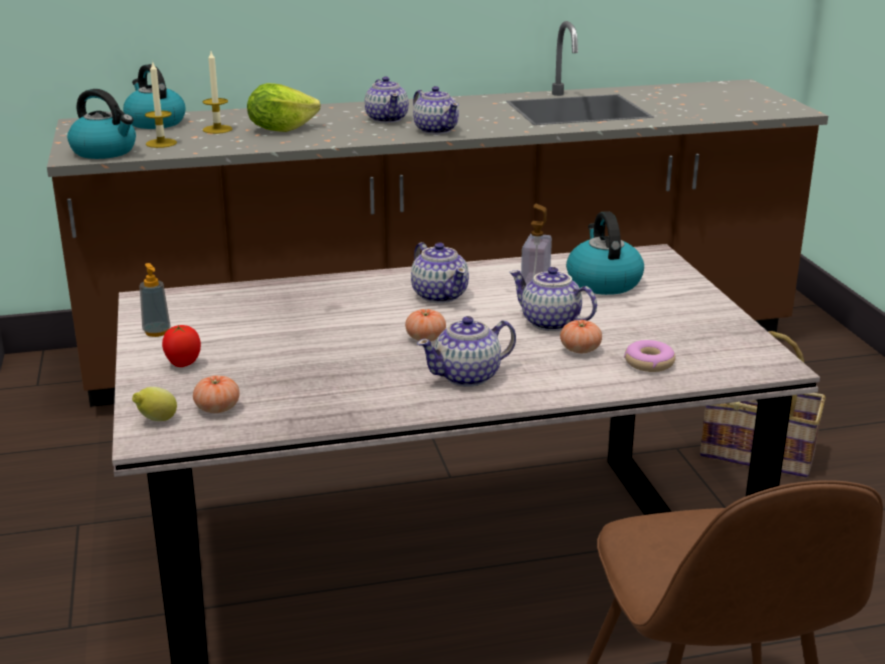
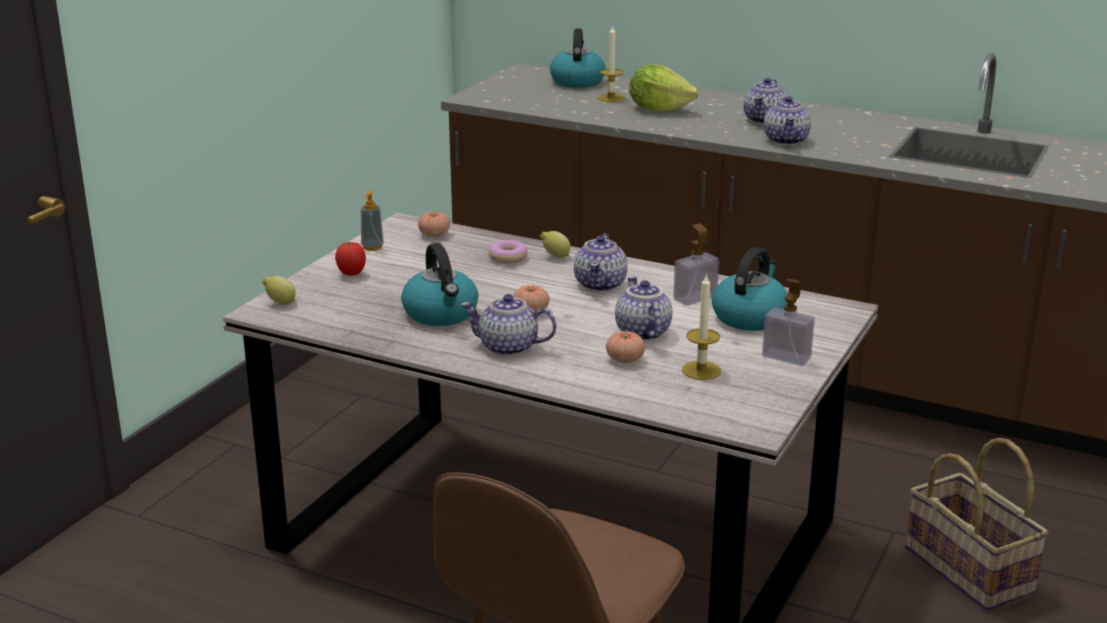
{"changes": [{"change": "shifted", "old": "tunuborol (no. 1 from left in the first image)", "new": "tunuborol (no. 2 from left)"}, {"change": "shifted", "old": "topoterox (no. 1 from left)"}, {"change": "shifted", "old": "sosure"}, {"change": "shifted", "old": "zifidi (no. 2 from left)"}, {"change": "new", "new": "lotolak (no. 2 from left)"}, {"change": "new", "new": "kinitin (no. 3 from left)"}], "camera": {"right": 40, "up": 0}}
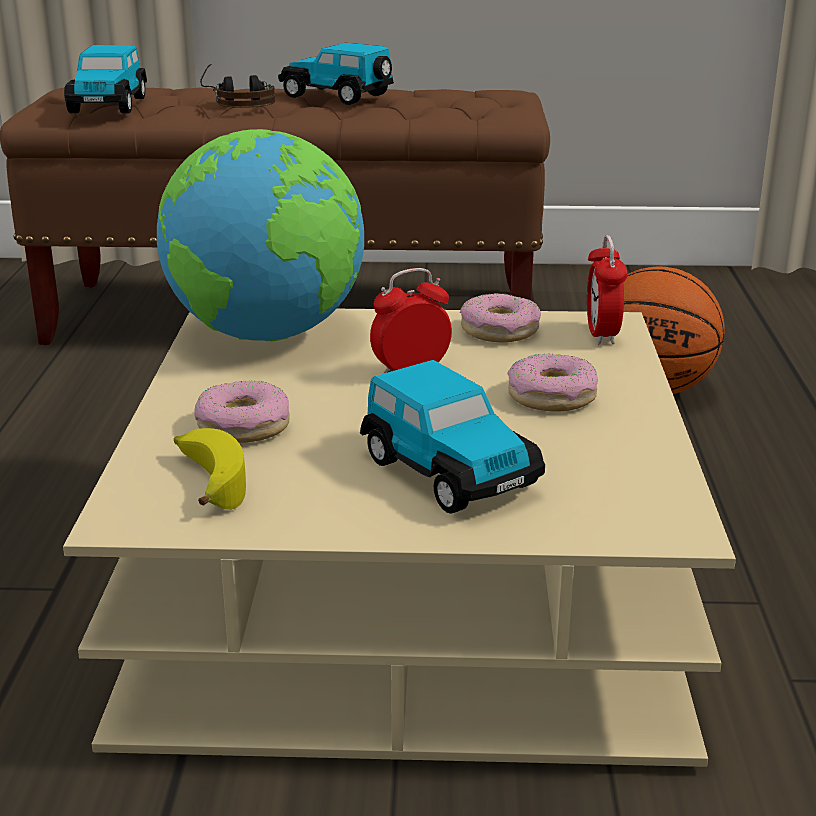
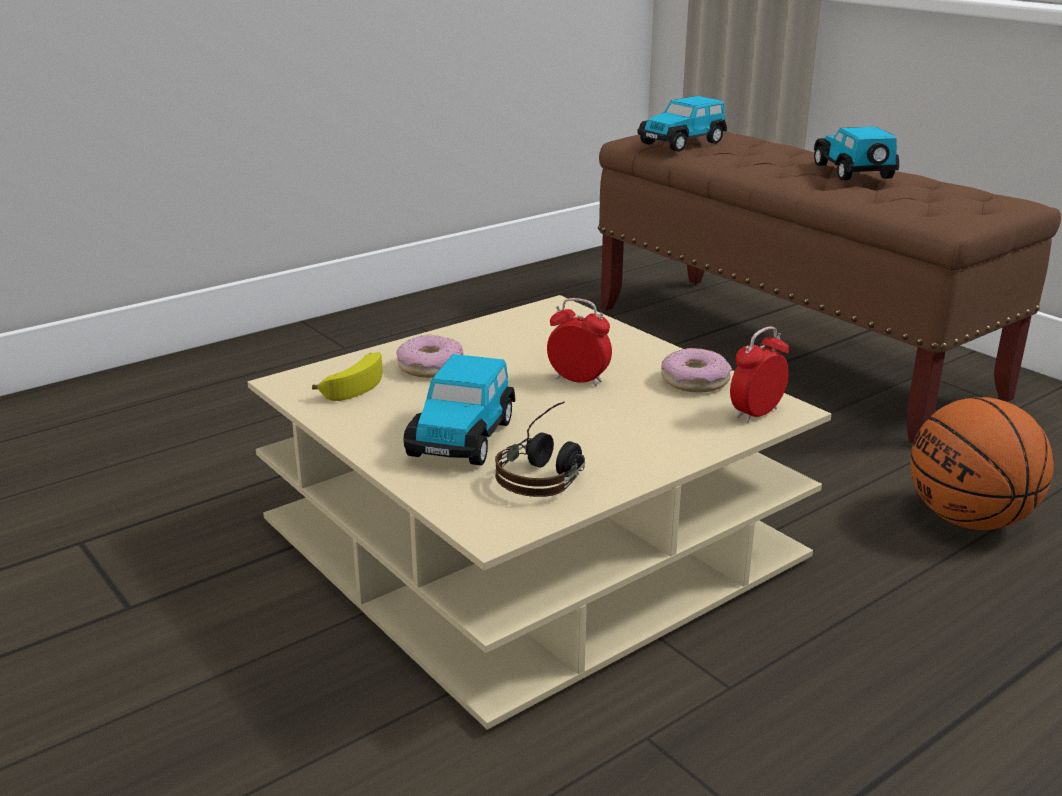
{"changes": [{"change": "shifted", "old": "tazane"}, {"change": "gone", "old": "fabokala"}, {"change": "gone", "old": "sosure (no. 3 from left)"}], "camera": {"right": 50, "up": 0}}
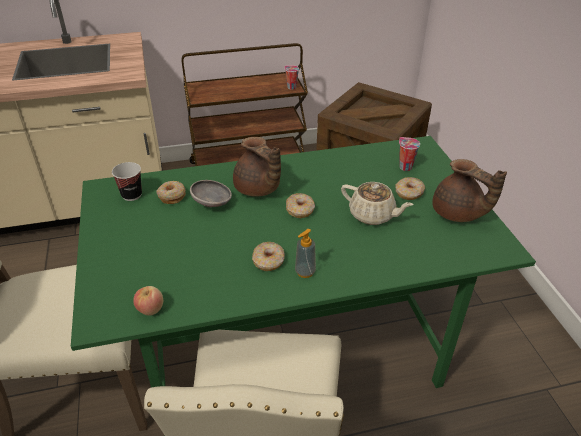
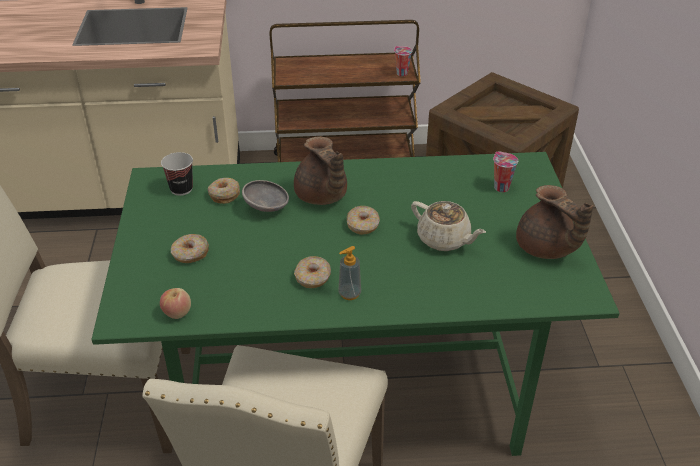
{"changes": [{"change": "shifted", "old": "sosure (no. 4 from left in the first image)", "new": "sosure (no. 1 from left)"}], "camera": {"right": 10, "up": 0}}
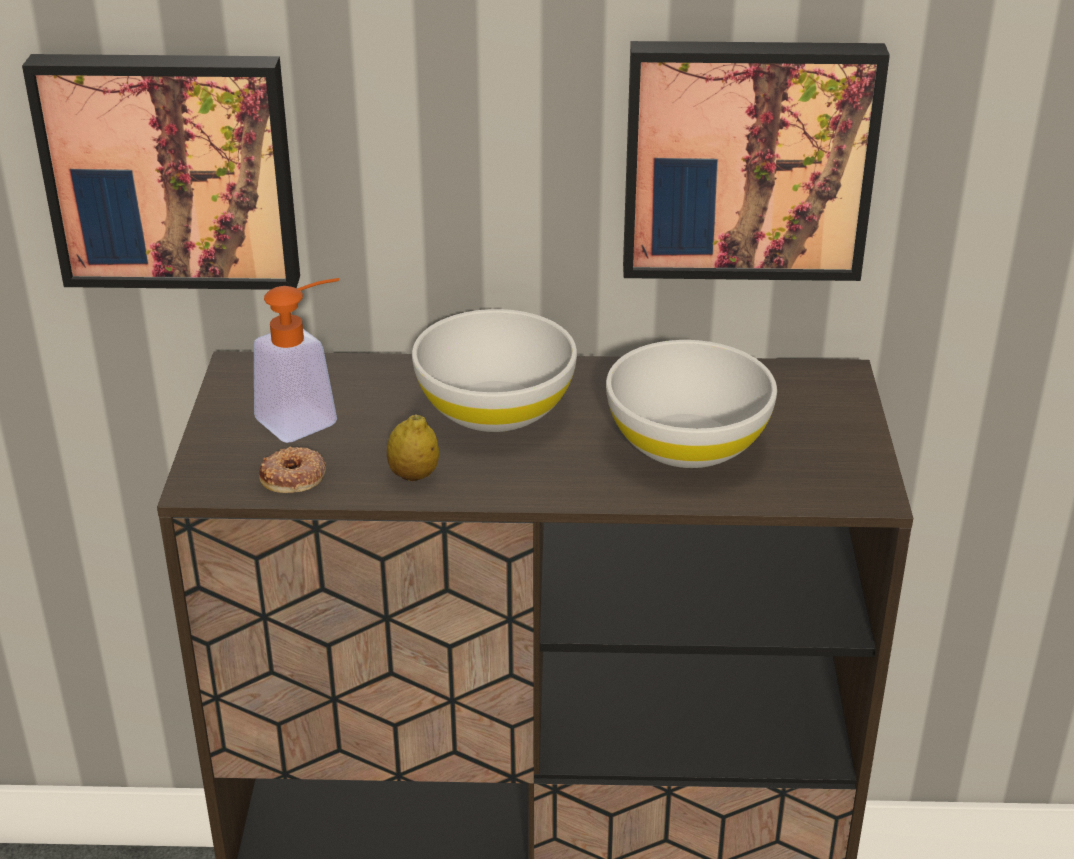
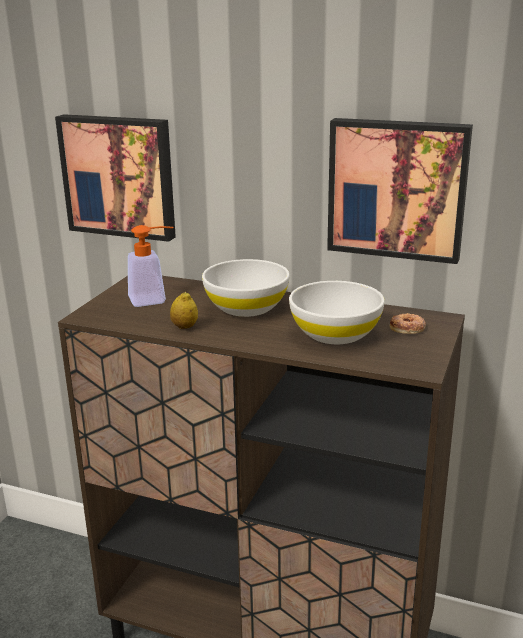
{"changes": [{"change": "shifted", "old": "sosure"}], "camera": {"right": 20, "up": -10}}
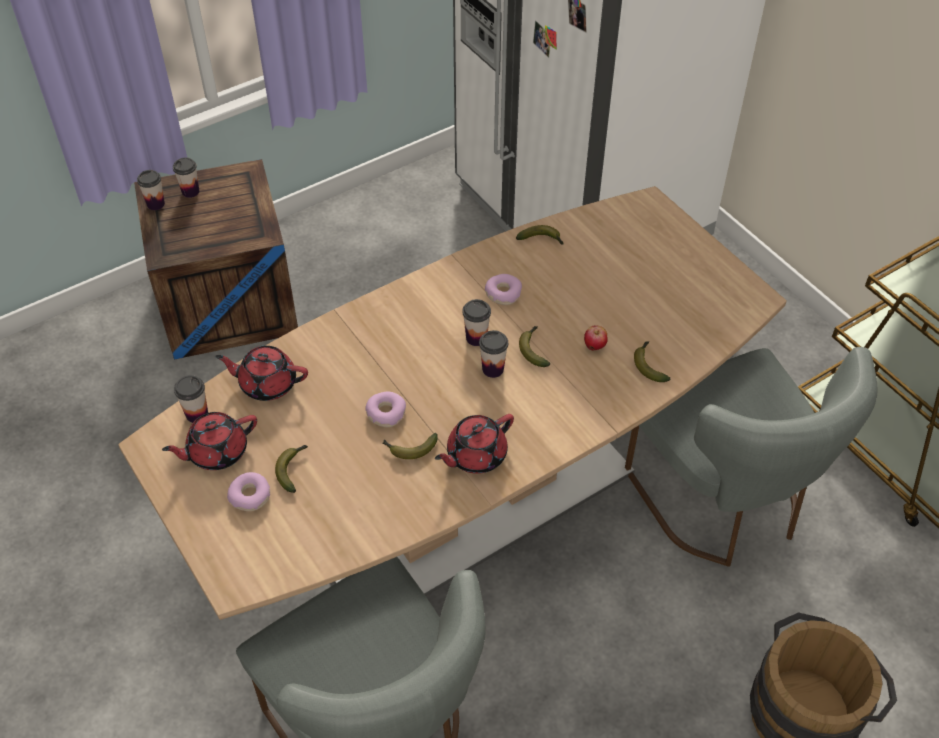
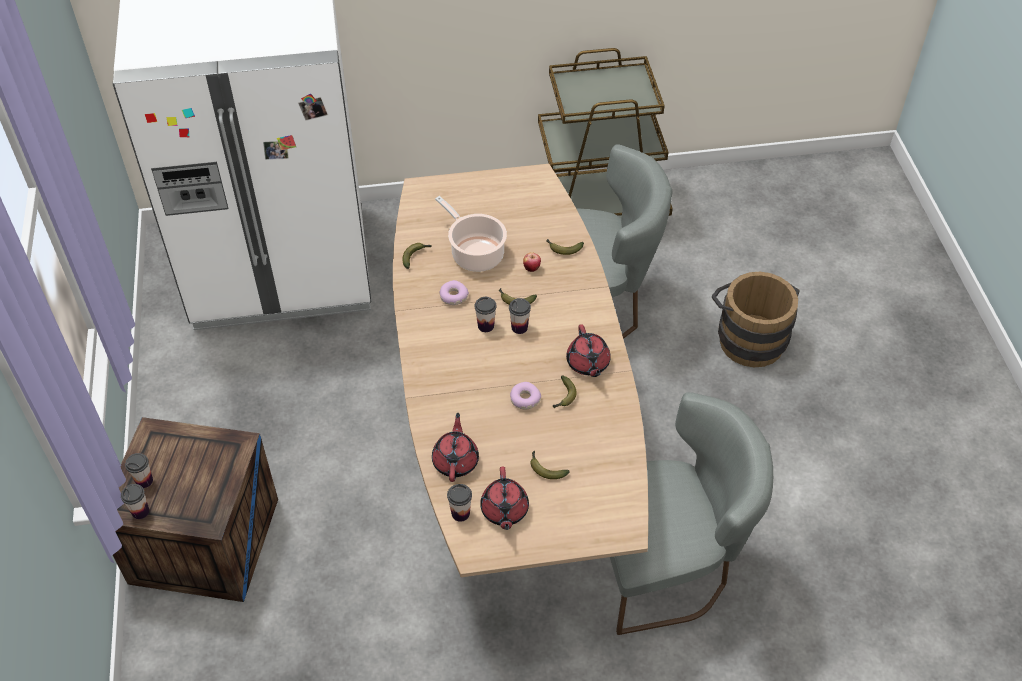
{"changes": [{"change": "rotated", "old": "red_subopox (no. 2 from left in the first image)", "degrees": 150}, {"change": "gone", "old": "sosure (no. 1 from left)"}, {"change": "new", "new": "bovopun"}], "camera": {"right": -65, "up": 0}}
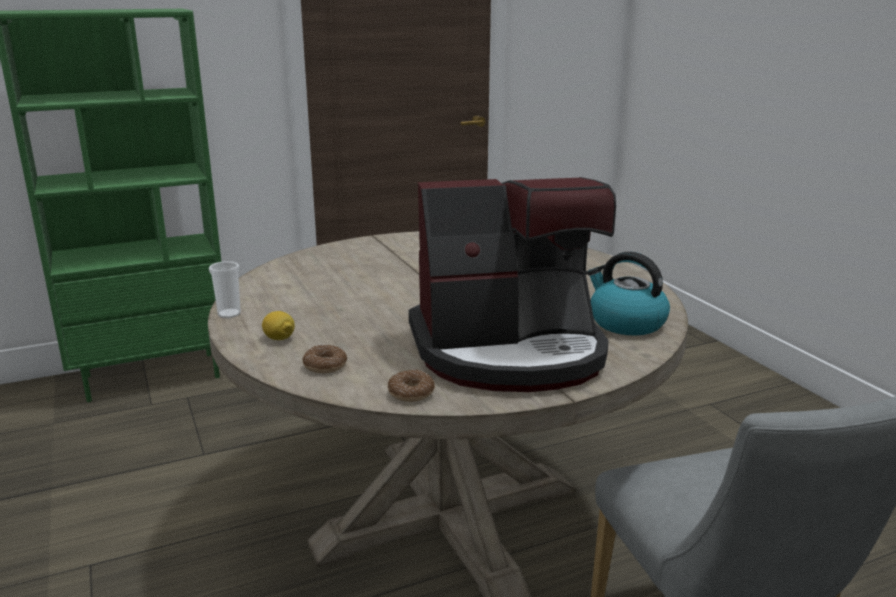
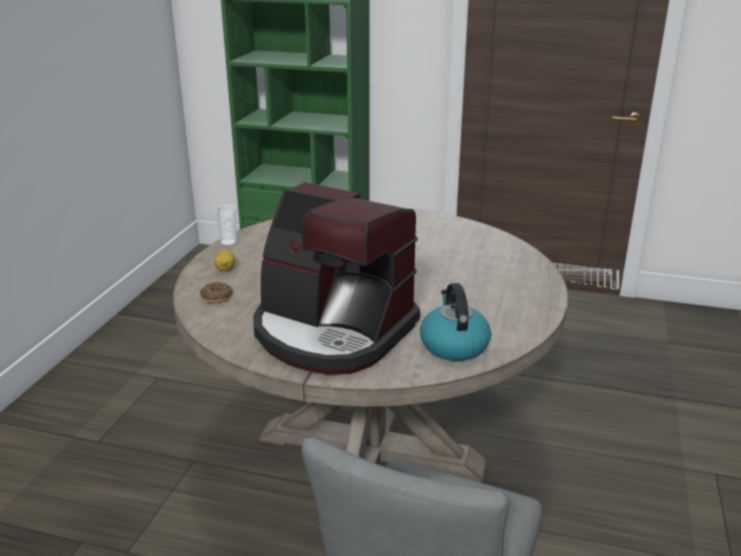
{"changes": [{"change": "gone", "old": "sosure (no. 2 from left)"}], "camera": {"right": 40, "up": 5}}
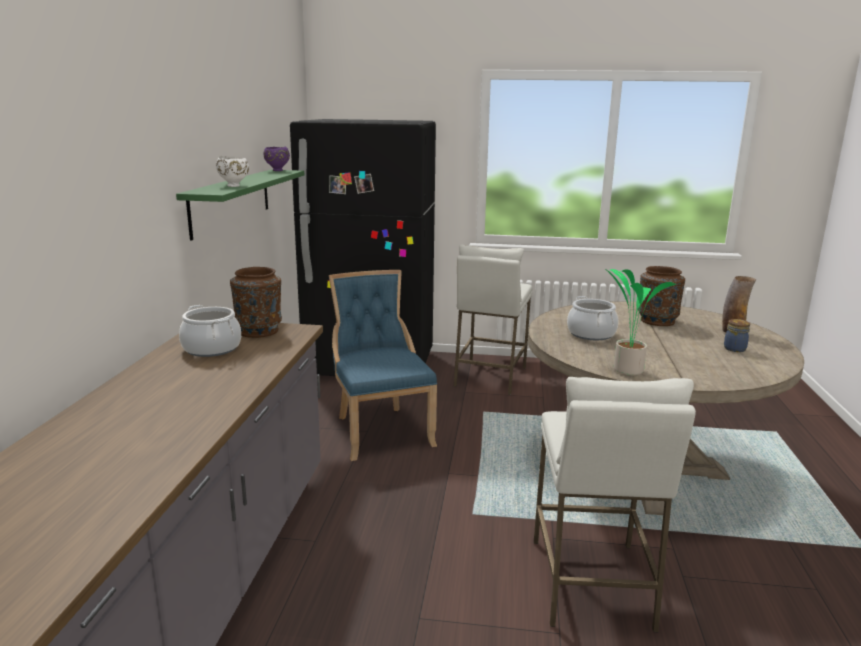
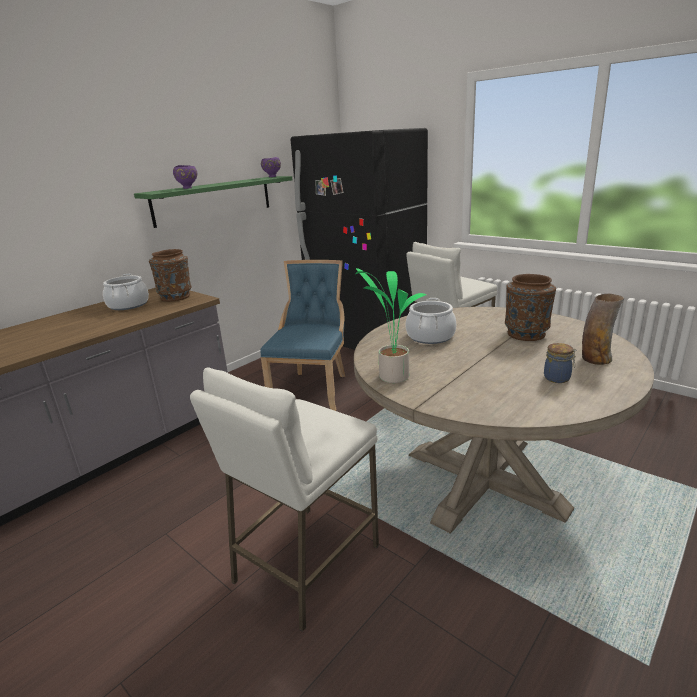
{"changes": [{"change": "repainted", "old": "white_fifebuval", "new": "purple_fifebuval (no. 1 from left)"}], "camera": {"right": 35, "up": 5}}
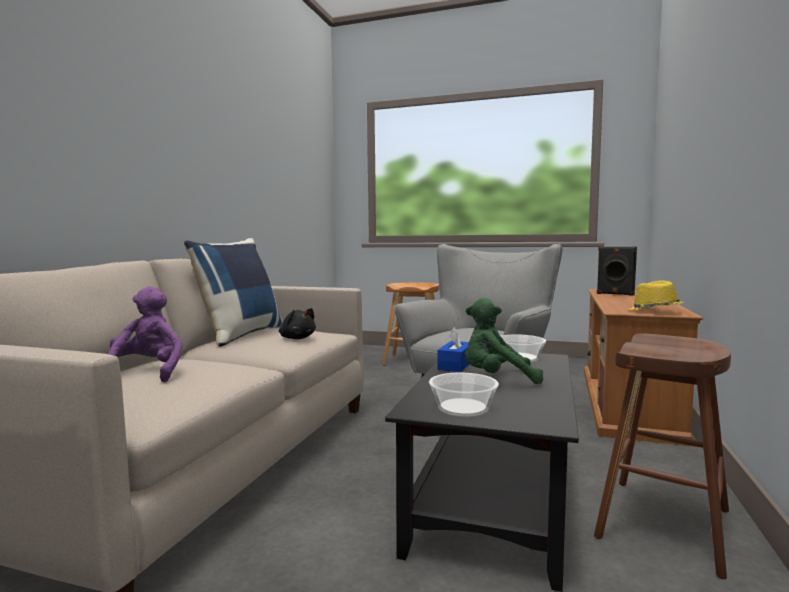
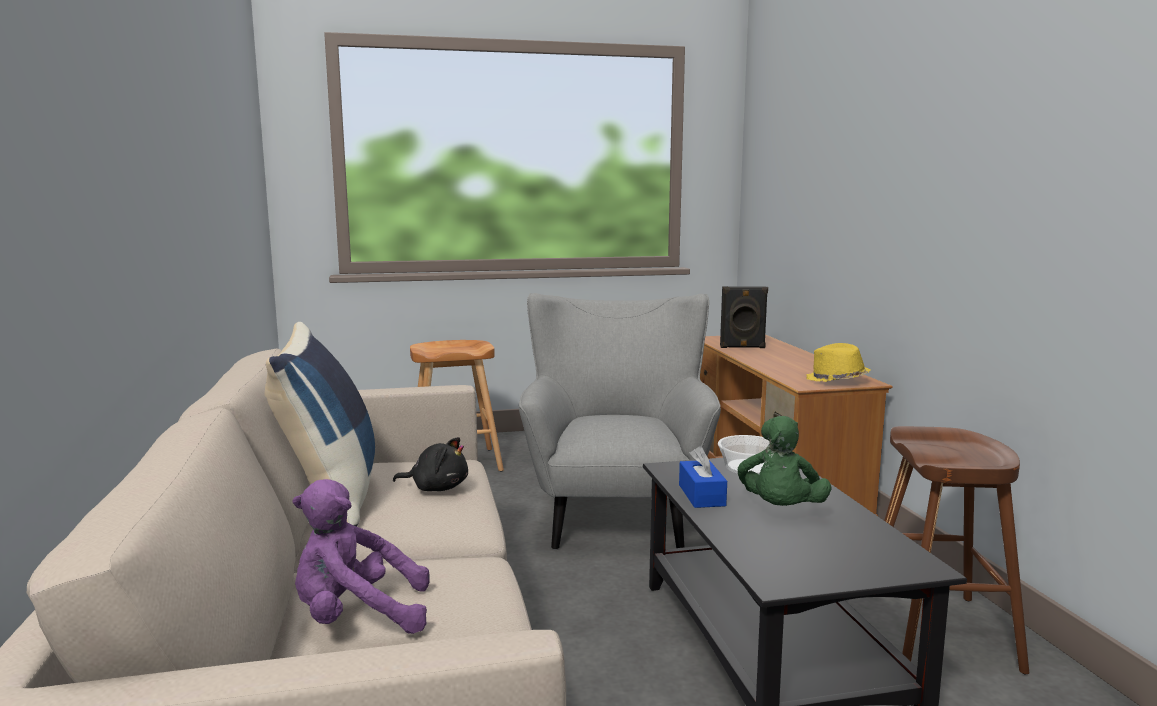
{"changes": [{"change": "rotated", "old": "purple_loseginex", "degrees": -60}, {"change": "rotated", "old": "green_loseginex", "degrees": -45}, {"change": "gone", "old": "fifebuval (no. 1 from left)"}], "camera": {"right": -30, "up": 5}}
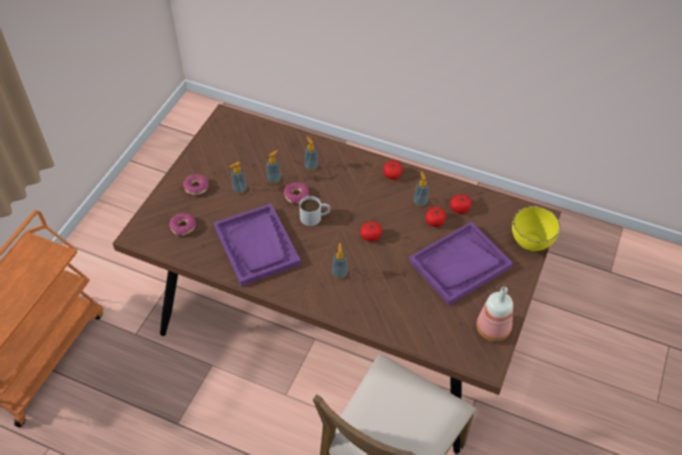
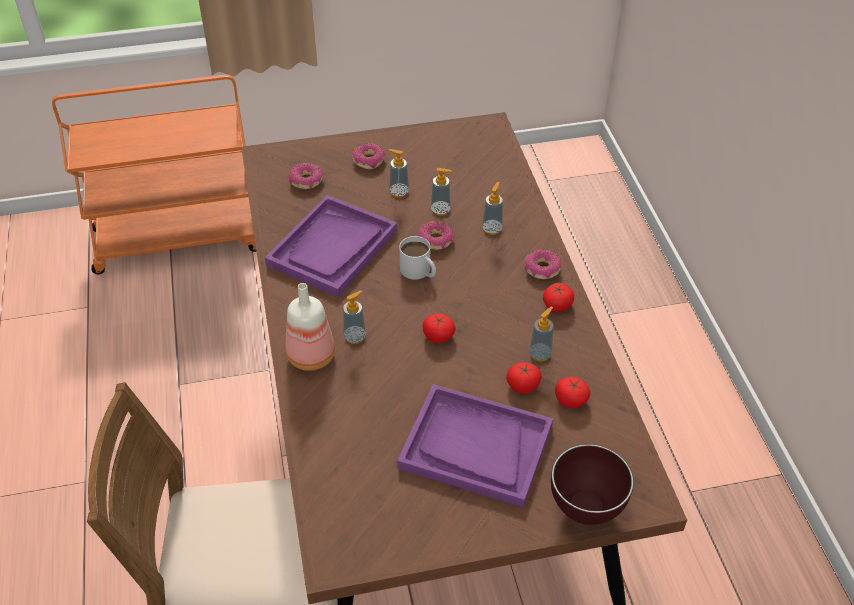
{"changes": [{"change": "repainted", "old": "yellow_fifebuval", "new": "brown_fifebuval"}, {"change": "shifted", "old": "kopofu"}, {"change": "new", "new": "sosure (no. 4 from left)"}], "camera": {"right": 55, "up": -5}}
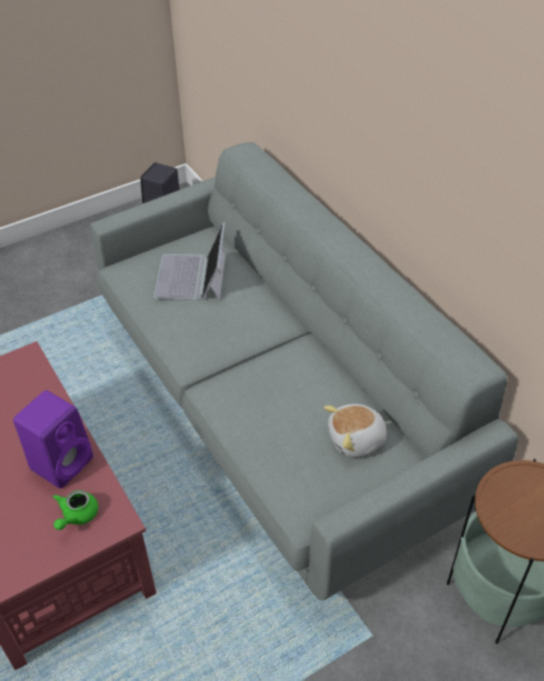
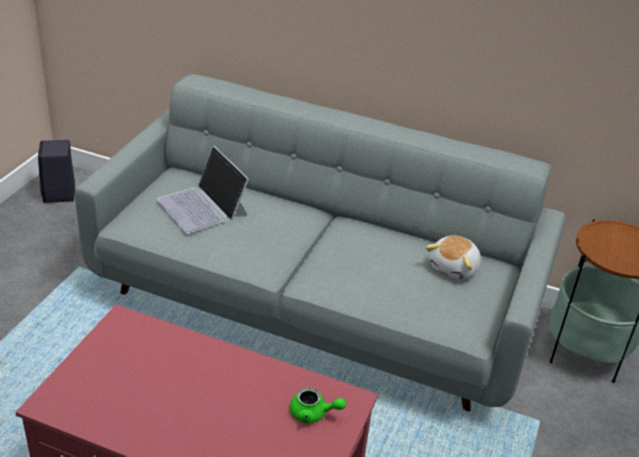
{"changes": [{"change": "gone", "old": "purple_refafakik"}, {"change": "rotated", "old": "green_subopox", "degrees": -60}], "camera": {"right": -40, "up": -10}}
